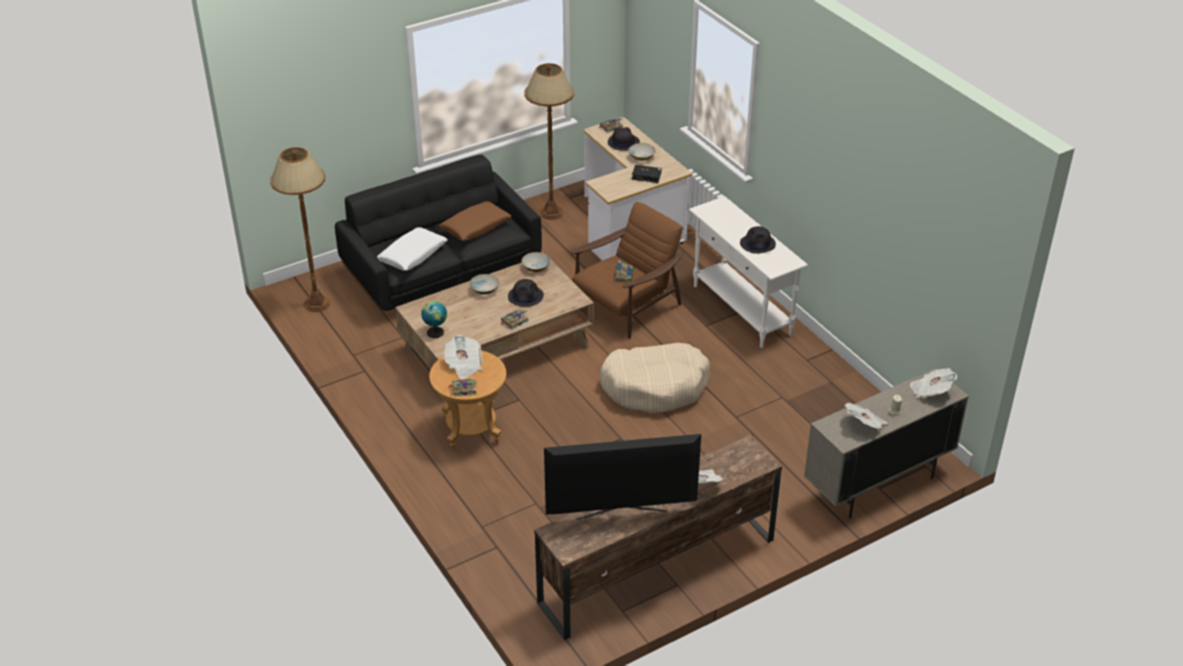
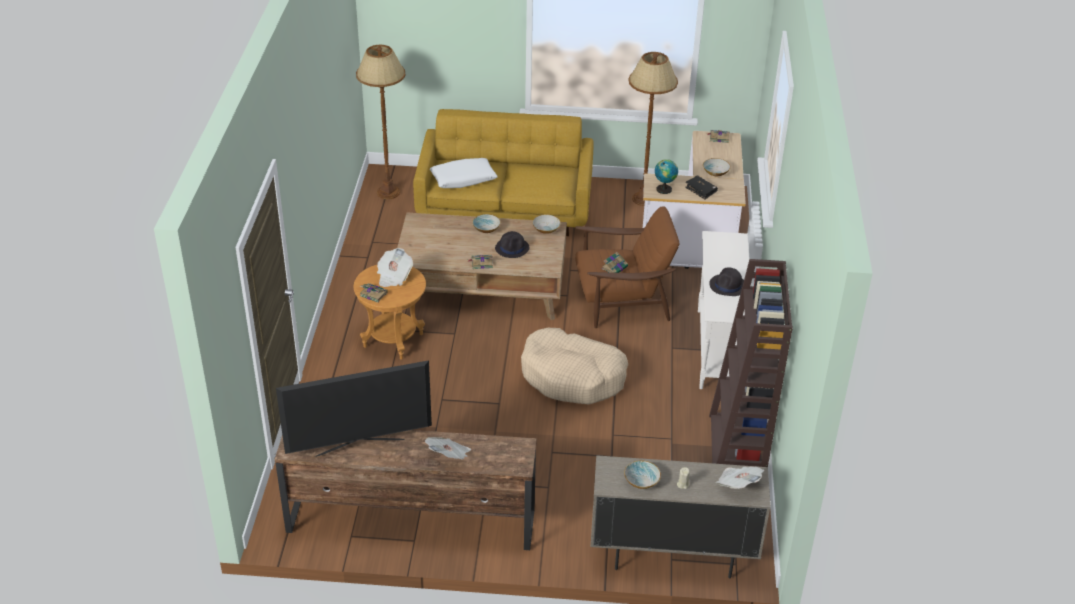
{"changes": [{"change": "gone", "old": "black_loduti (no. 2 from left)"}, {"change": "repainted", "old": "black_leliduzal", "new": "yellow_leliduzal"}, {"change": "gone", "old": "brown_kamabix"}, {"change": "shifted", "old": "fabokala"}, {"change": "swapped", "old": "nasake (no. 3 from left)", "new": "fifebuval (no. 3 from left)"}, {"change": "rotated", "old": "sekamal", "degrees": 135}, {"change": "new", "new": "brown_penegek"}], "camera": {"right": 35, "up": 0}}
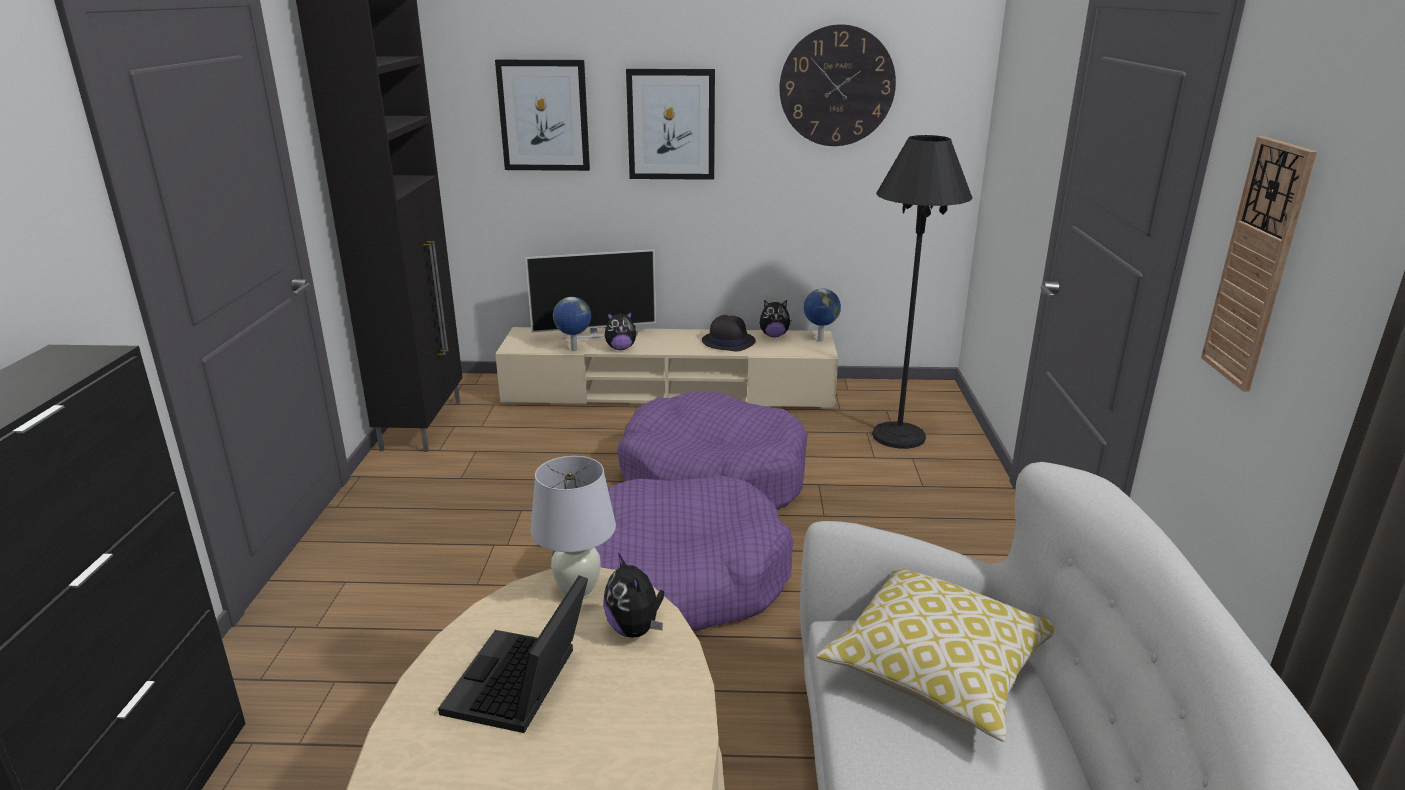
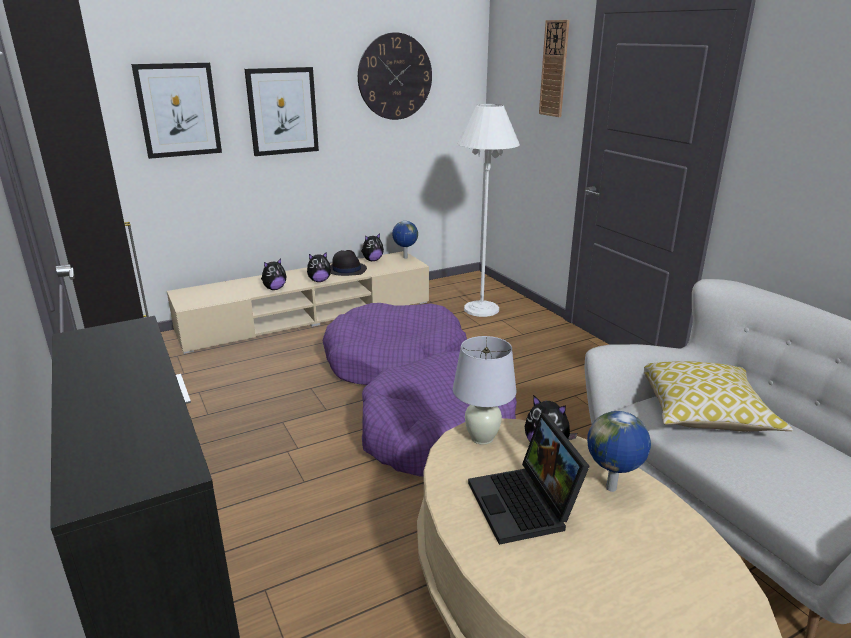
{"changes": [{"change": "repainted", "old": "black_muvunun", "new": "white_muvunun"}, {"change": "shifted", "old": "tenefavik (no. 2 from left)"}, {"change": "gone", "old": "sekamal"}, {"change": "shifted", "old": "fabokala (no. 1 from left in the first image)", "new": "fabokala (no. 2 from left)"}, {"change": "new", "new": "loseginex (no. 2 from left)"}], "camera": {"right": -30, "up": 0}}
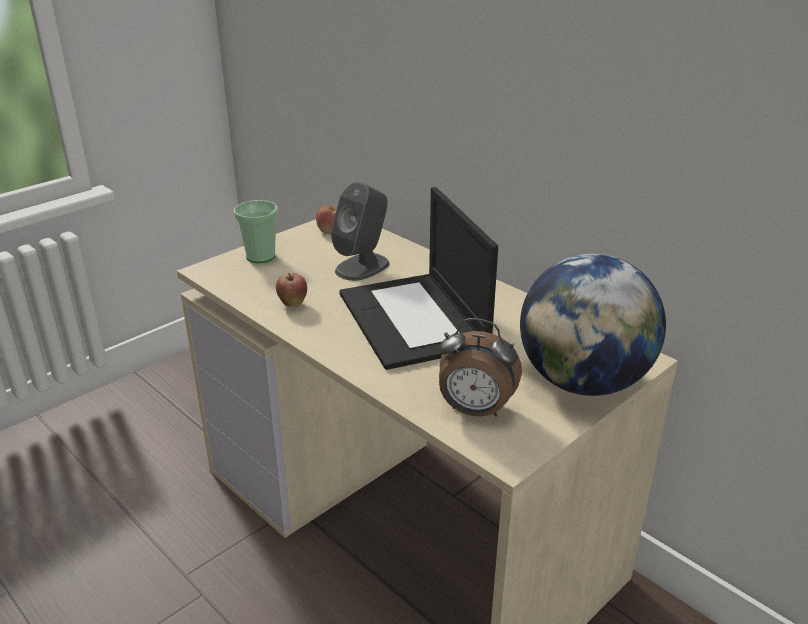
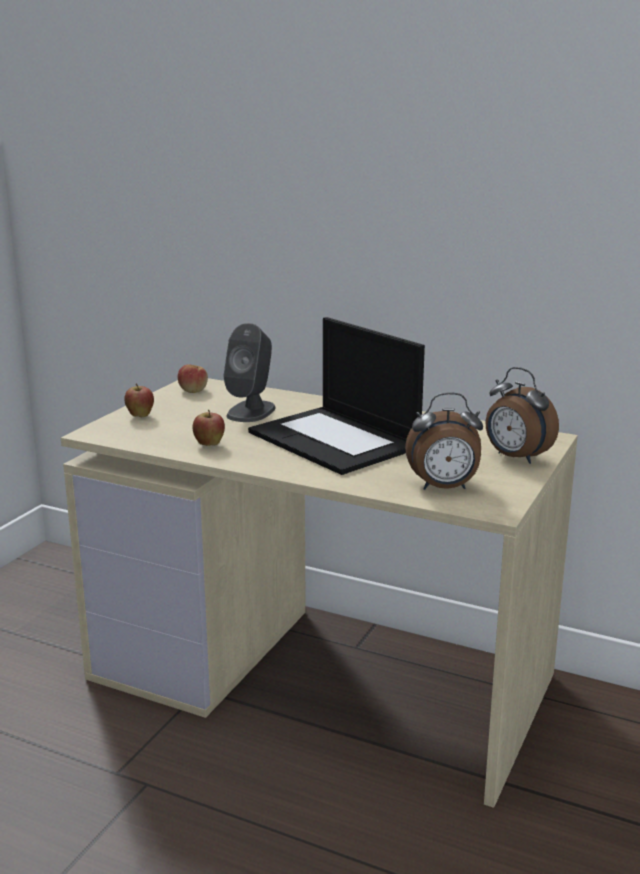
{"changes": [{"change": "swapped", "old": "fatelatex", "new": "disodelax (no. 1 from left)"}, {"change": "swapped", "old": "fabokala", "new": "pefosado (no. 2 from left)"}], "camera": {"right": -20, "up": -10}}
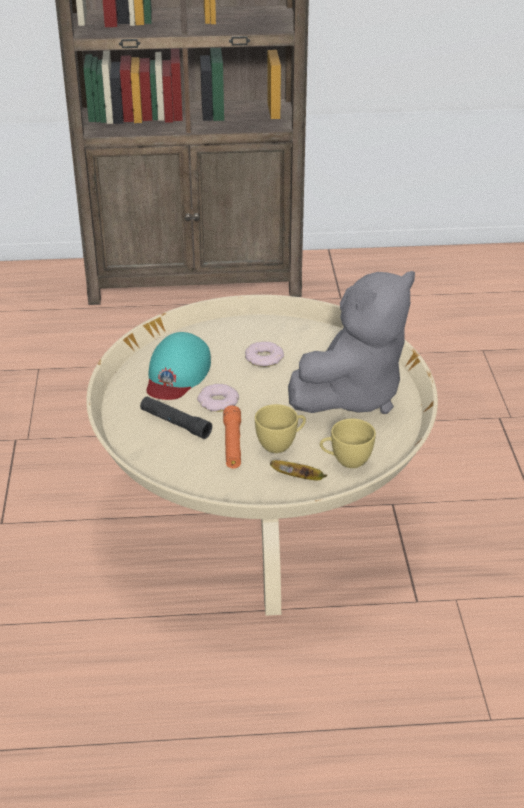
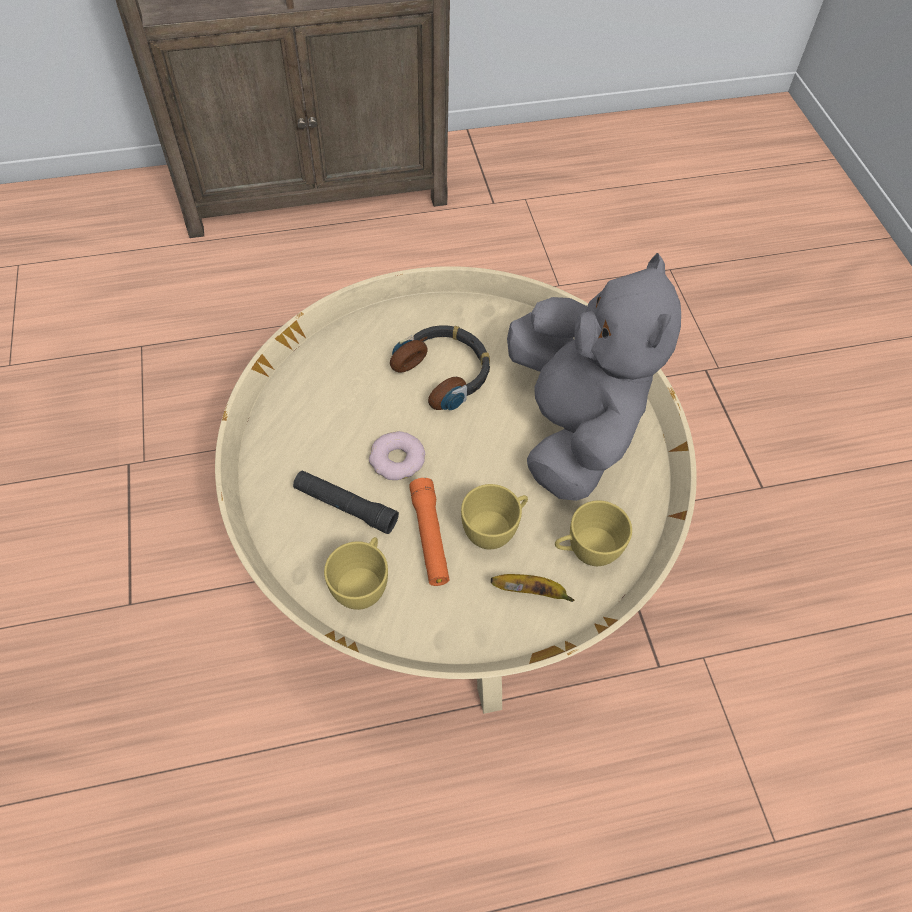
{"changes": [{"change": "rotated", "old": "grey_loseginex", "degrees": -45}, {"change": "gone", "old": "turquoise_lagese"}, {"change": "swapped", "old": "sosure (no. 2 from left)", "new": "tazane"}, {"change": "new", "new": "yellow_fatelatex (no. 1 from left)"}], "camera": {"right": -10, "up": 20}}
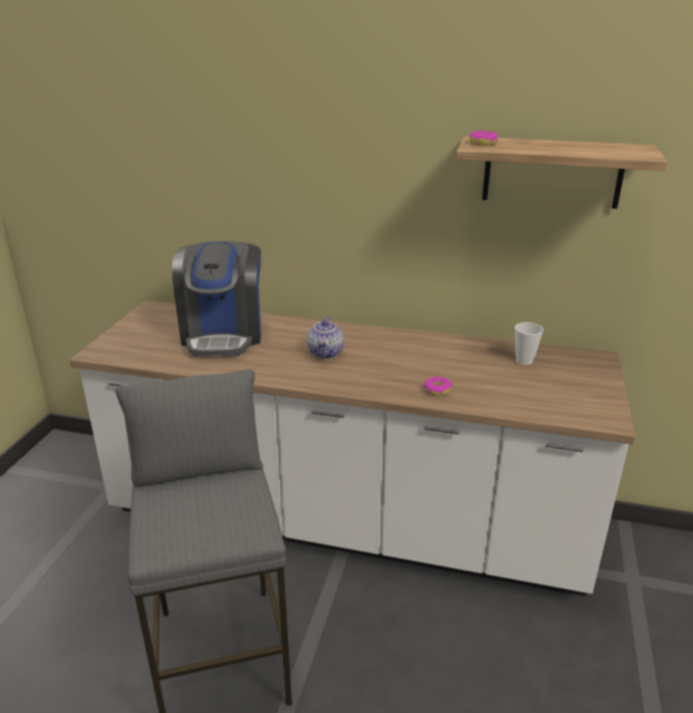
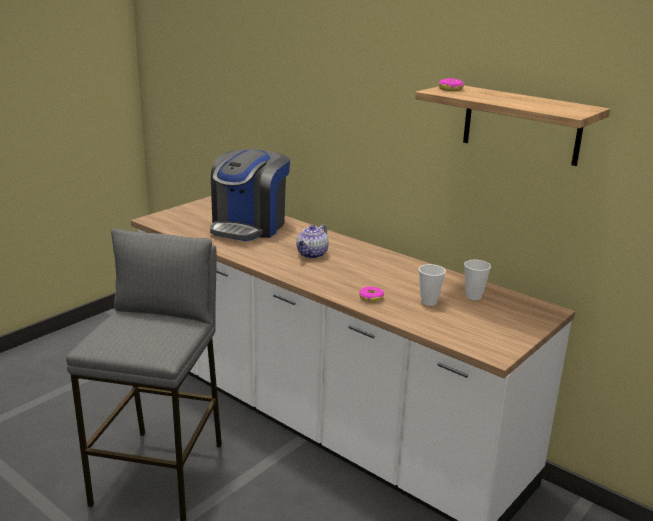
{"changes": [{"change": "new", "new": "fatelatex (no. 1 from left)"}], "camera": {"right": 25, "up": -5}}
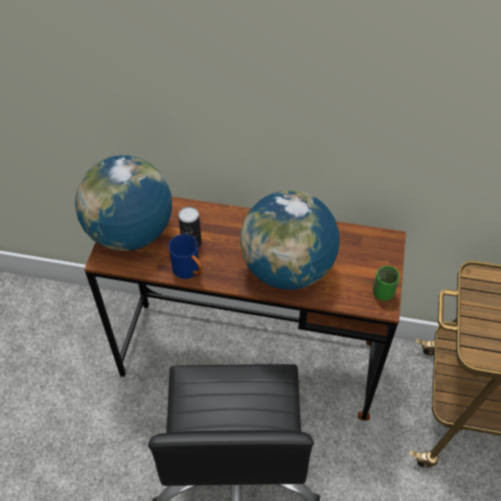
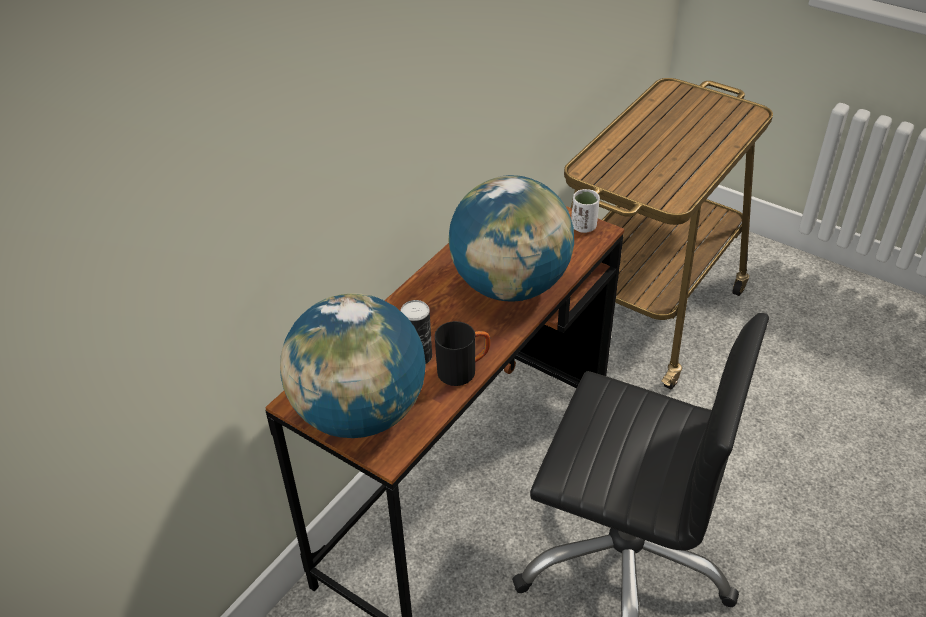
{"changes": [{"change": "repainted", "old": "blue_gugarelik", "new": "black_gugarelik"}, {"change": "repainted", "old": "green_fatelatex", "new": "white_fatelatex"}], "camera": {"right": -65, "up": -10}}
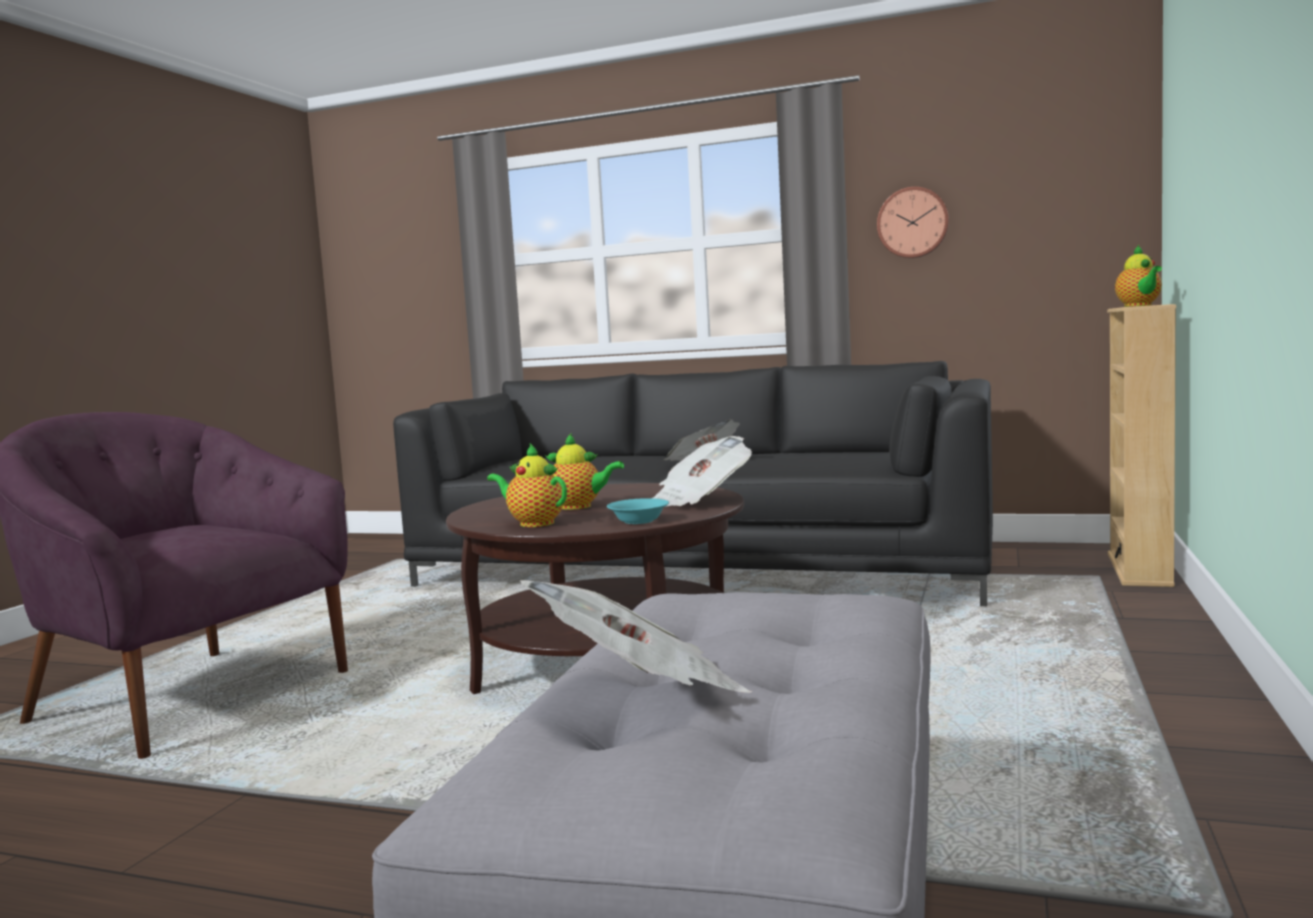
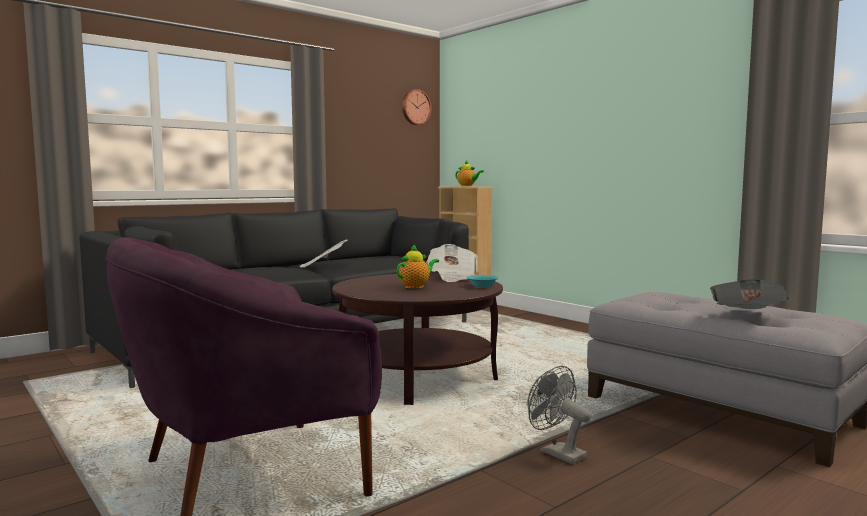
{"changes": [{"change": "shifted", "old": "tenefavik"}, {"change": "gone", "old": "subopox (no. 1 from left)"}, {"change": "new", "new": "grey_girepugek"}], "camera": {"right": -60, "up": 0}}
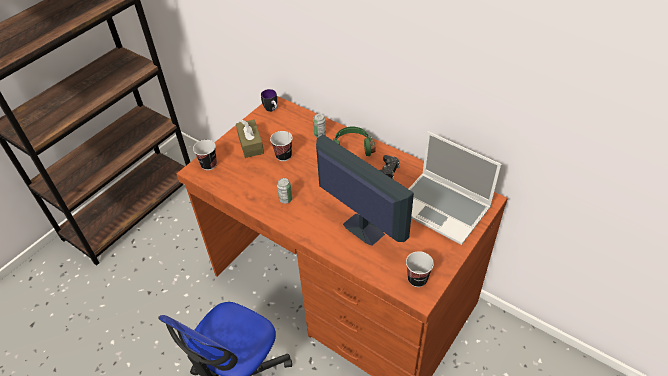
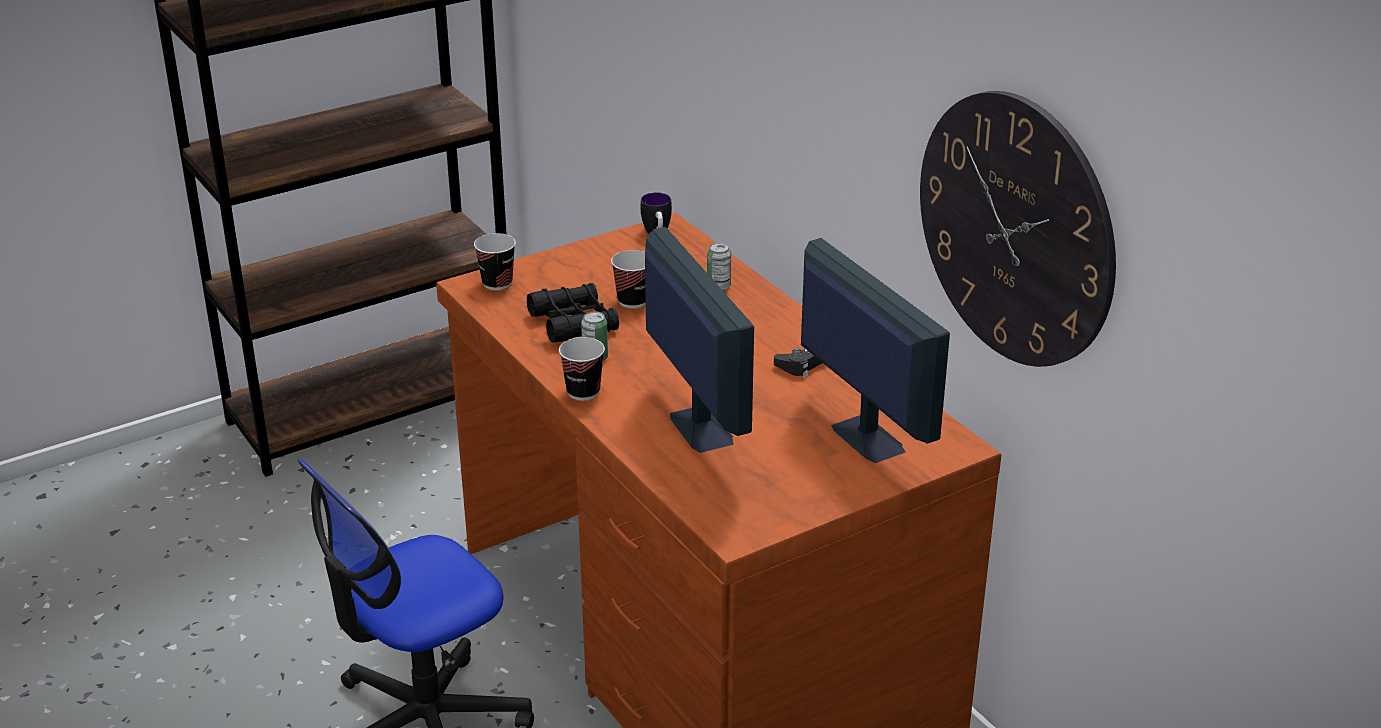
{"changes": [{"change": "gone", "old": "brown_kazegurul"}, {"change": "gone", "old": "green_tazane"}, {"change": "swapped", "old": "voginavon", "new": "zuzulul (no. 2 from left)"}, {"change": "shifted", "old": "fatelatex (no. 3 from left in the first image)", "new": "fatelatex (no. 2 from left)"}, {"change": "new", "new": "tenefavik"}, {"change": "new", "new": "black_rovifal"}], "camera": {"right": 20, "up": -15}}
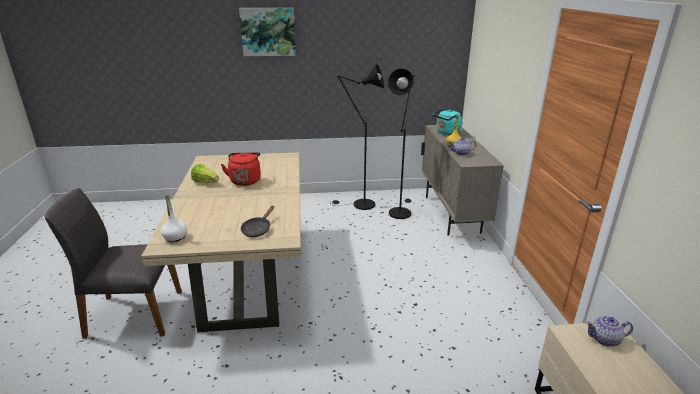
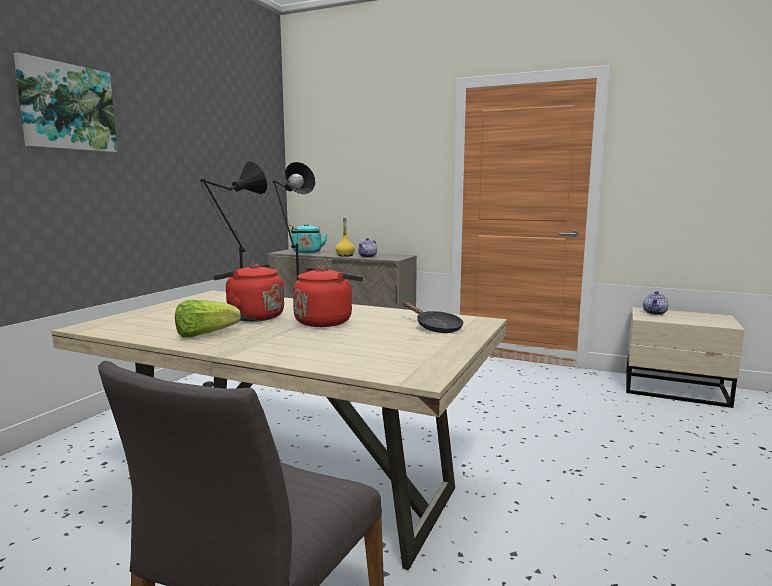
{"changes": [{"change": "gone", "old": "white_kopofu"}, {"change": "new", "new": "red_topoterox (no. 2 from left)"}], "camera": {"right": -60, "up": -15}}
